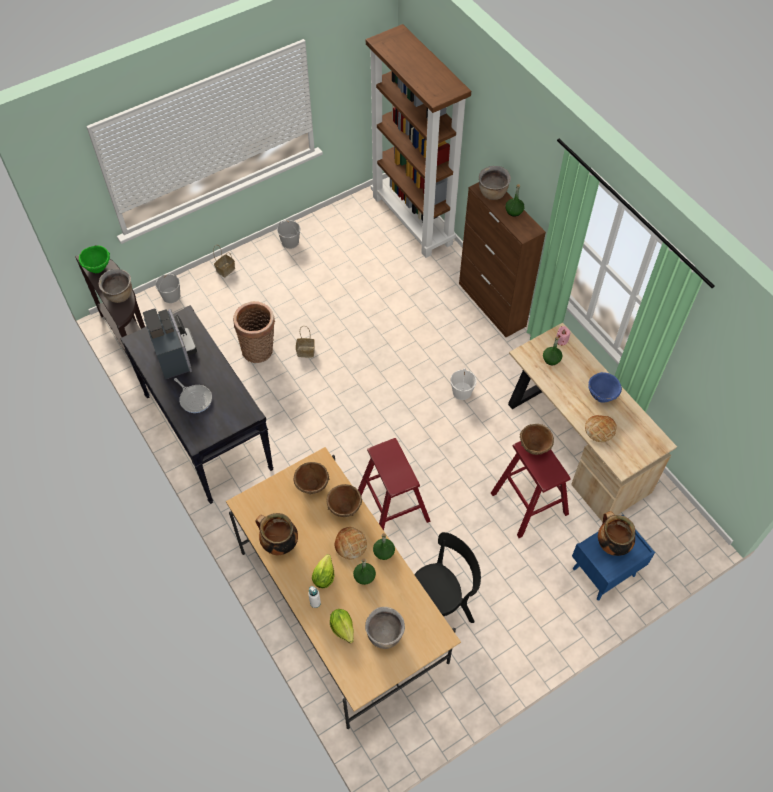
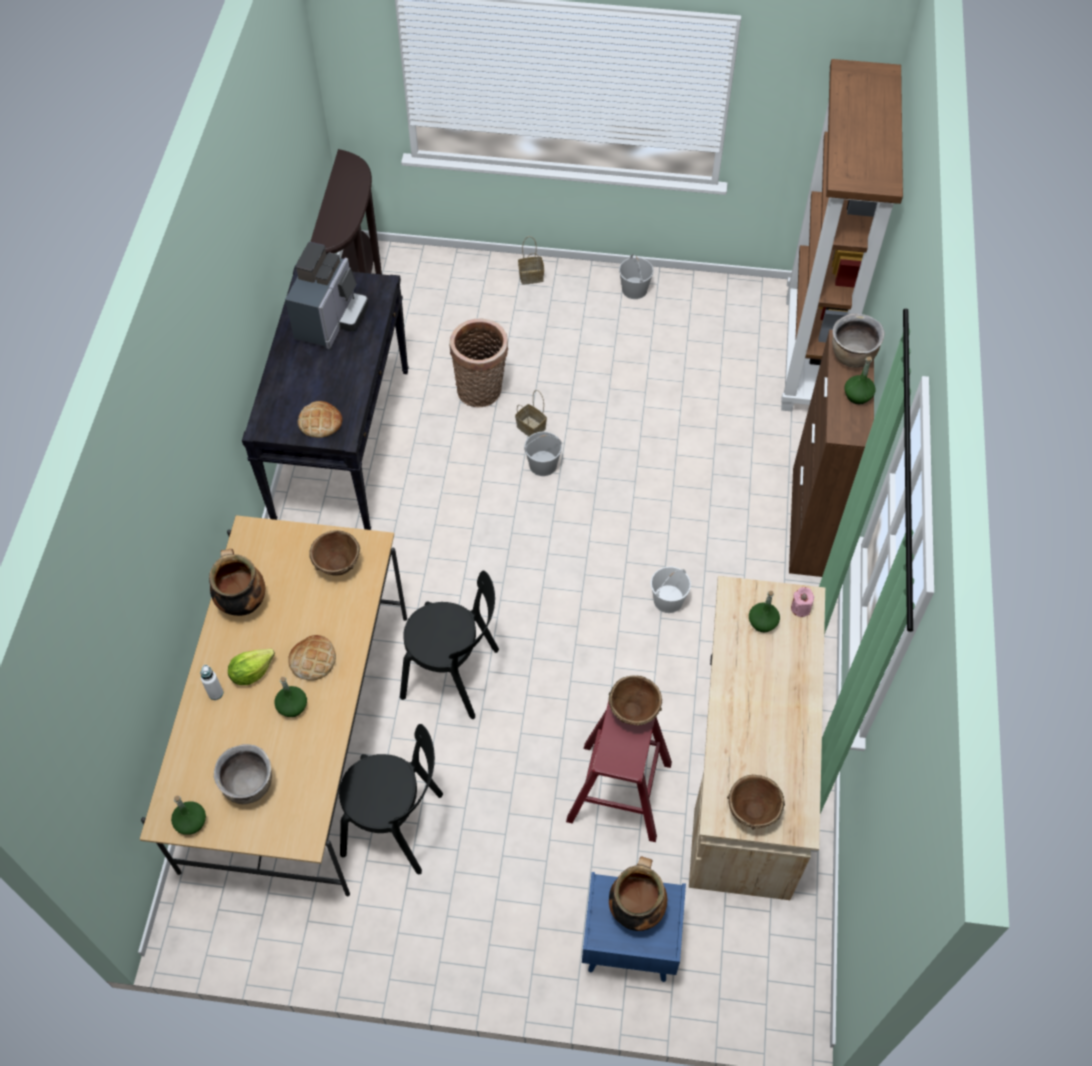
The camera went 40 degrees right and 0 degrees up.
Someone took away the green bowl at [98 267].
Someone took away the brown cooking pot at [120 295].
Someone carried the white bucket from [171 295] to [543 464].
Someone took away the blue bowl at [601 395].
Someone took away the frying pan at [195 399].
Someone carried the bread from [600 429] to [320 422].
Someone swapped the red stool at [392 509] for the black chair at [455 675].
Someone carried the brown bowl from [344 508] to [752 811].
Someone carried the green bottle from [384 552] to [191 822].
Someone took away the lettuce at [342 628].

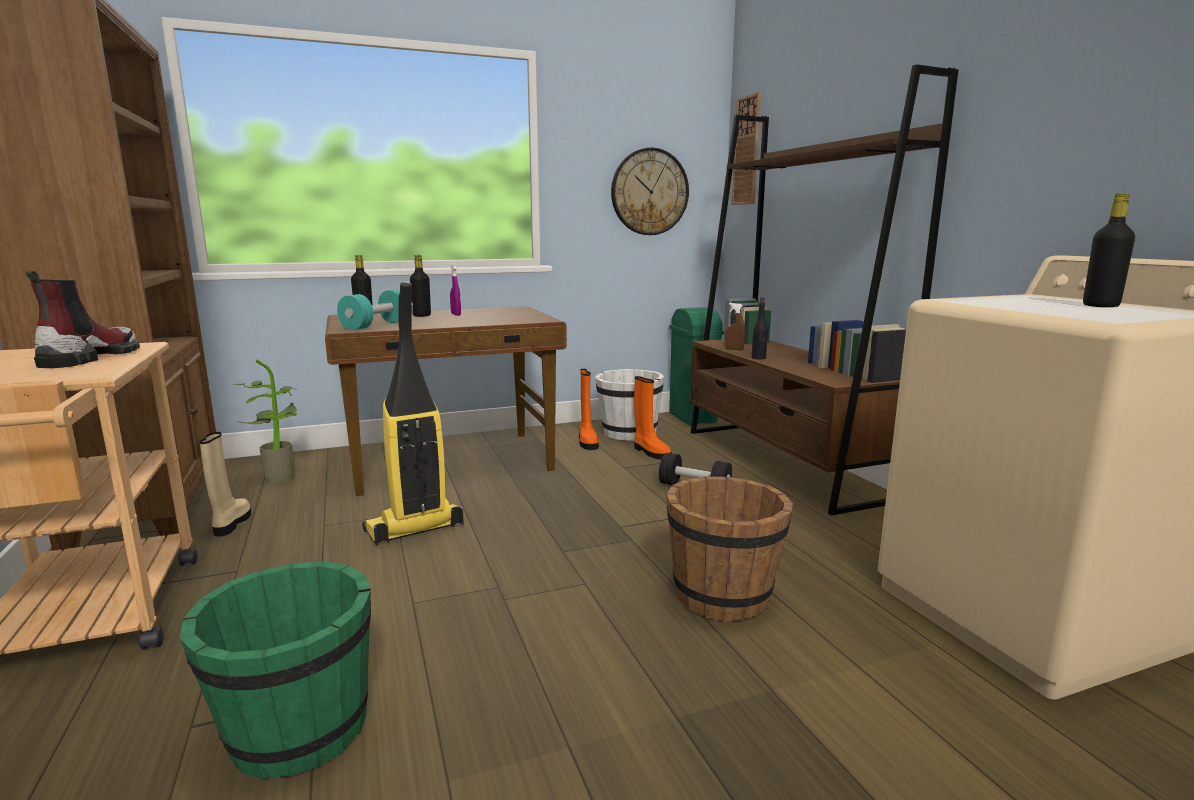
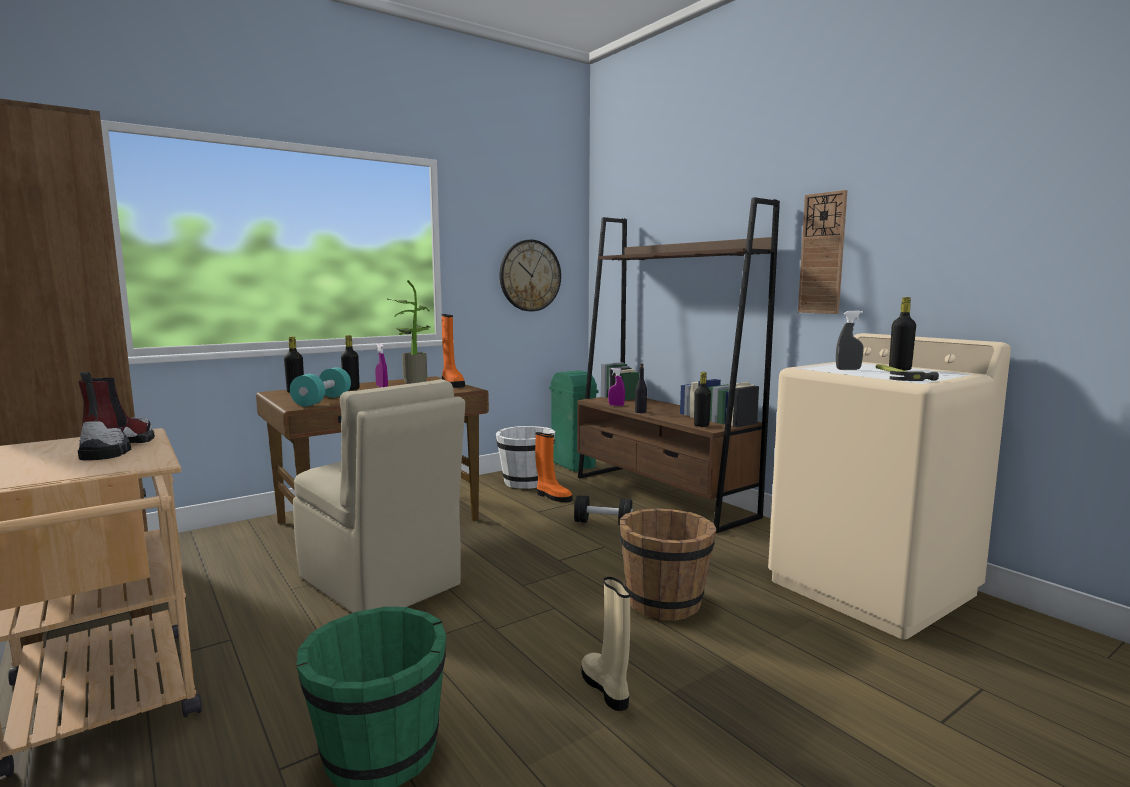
The camera went 15 degrees left and 5 degrees down.
Someone carried the wall clock from [747 151] to [822 253].
Someone swapped the vacuum cleaner at [414 529] for the beige chair at [381 583].
Someone repainted the brown spray bottle at [734 349], which became the purple spray bottle at [616 405].
Someone carried the potted plant from [280 477] to [413 381].
Someone carried the orange boot from [587 442] to [452 384].
Someone carried the beige boot from [231 523] to [606 688].
Someone put down the grey spray bottle at [848 369].
Someone put down the hammer at [897 375].
Someone put down the black bottle at [701 425].

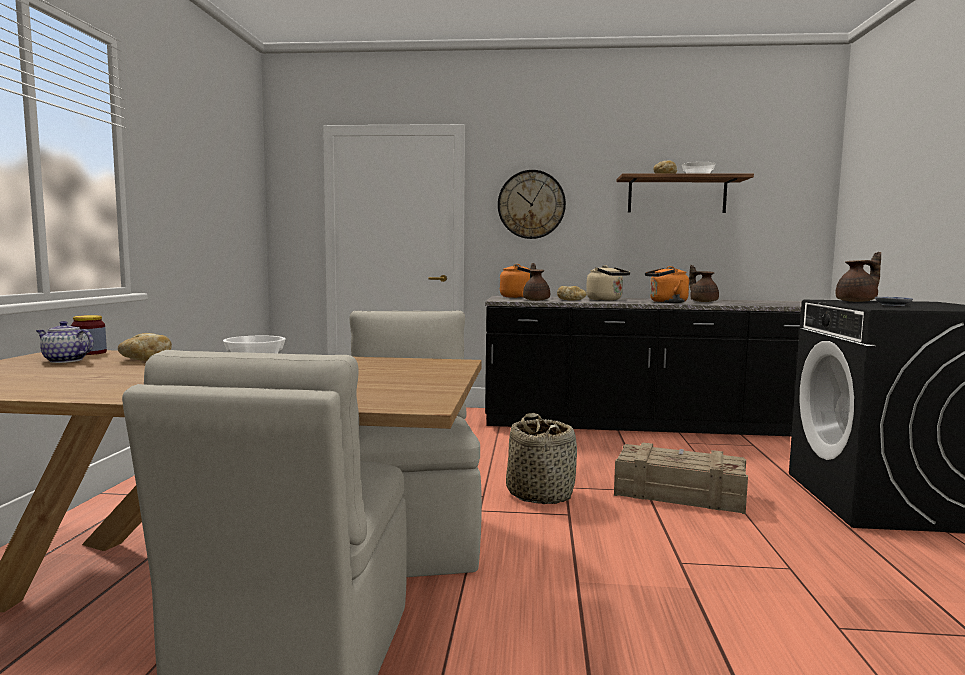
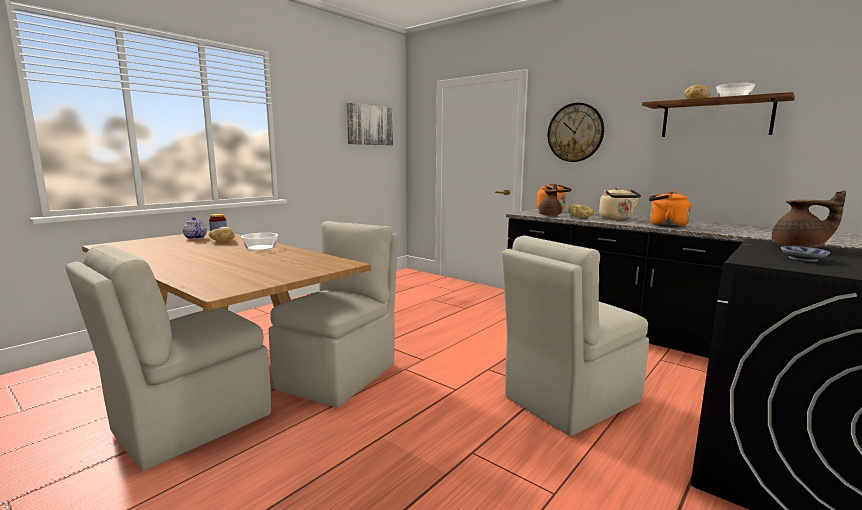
The camera went 35 degrees right and 5 degrees up.
Someone took away the brown teapot at [703 301].
Someone took away the basket at [540 494].
Someone swapped the crate at [678 493] for the beige chair at [569 400].
Someone put up the picture at [370 125].

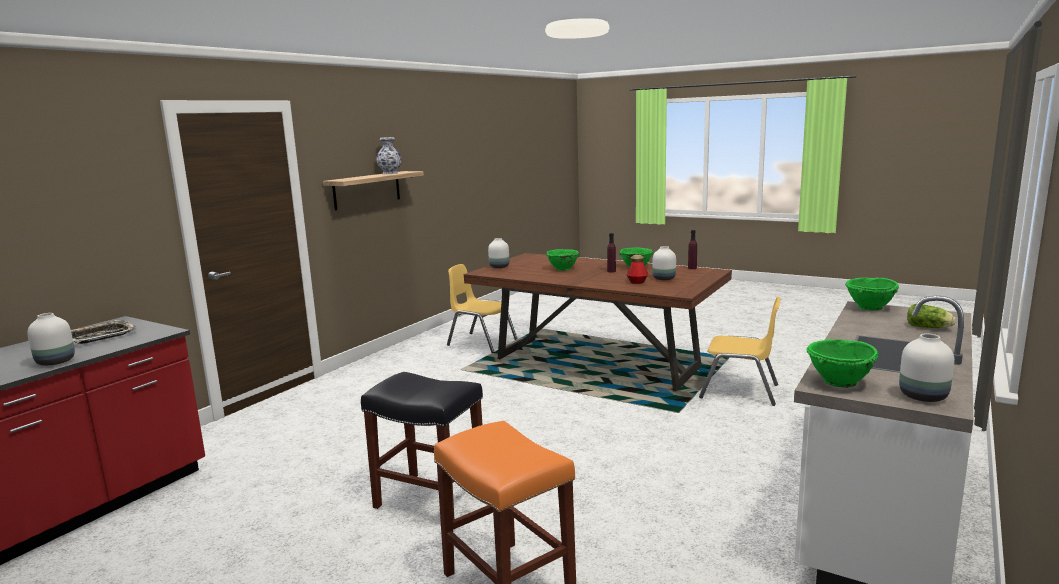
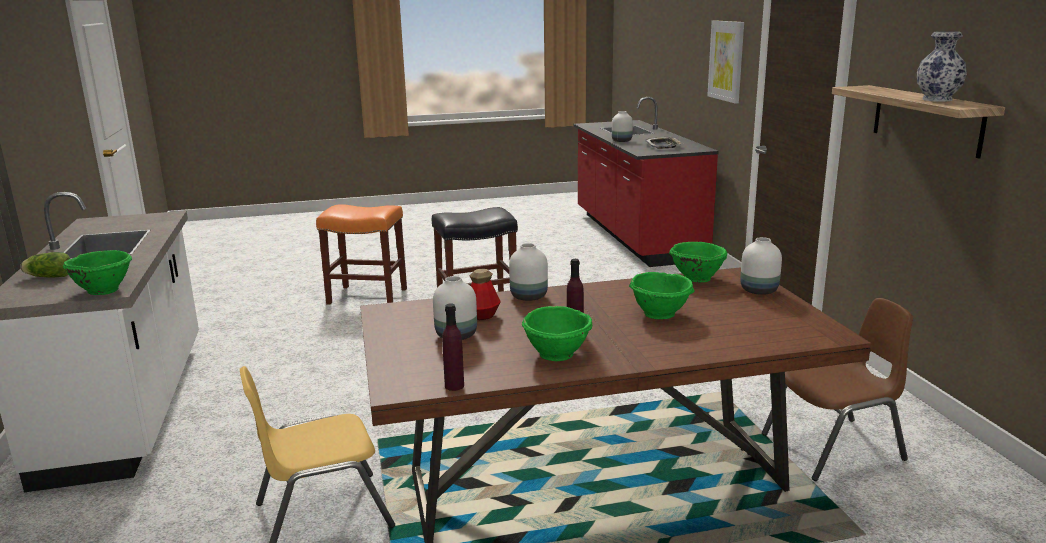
The camera went 135 degrees right and 5 degrees up.
Someone repainted the yellow chair at [481 342], which became the brown chair at [834 448].
Someone carried the white vase from [922 396] to [529 297].
Someone carried the green bowl from [839 382] to [696 278].
Someone put up the picture at [726 61].

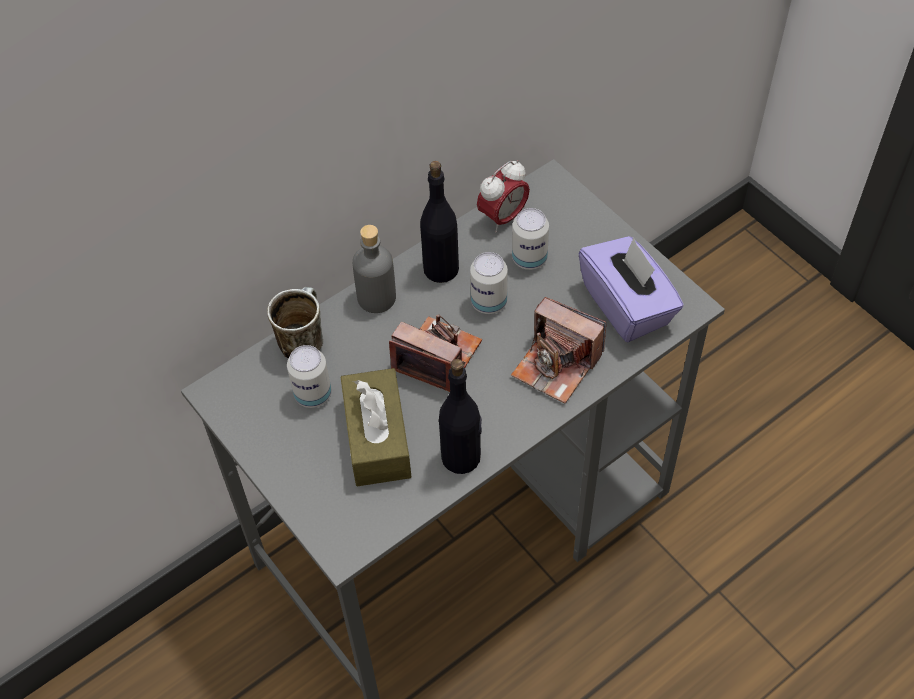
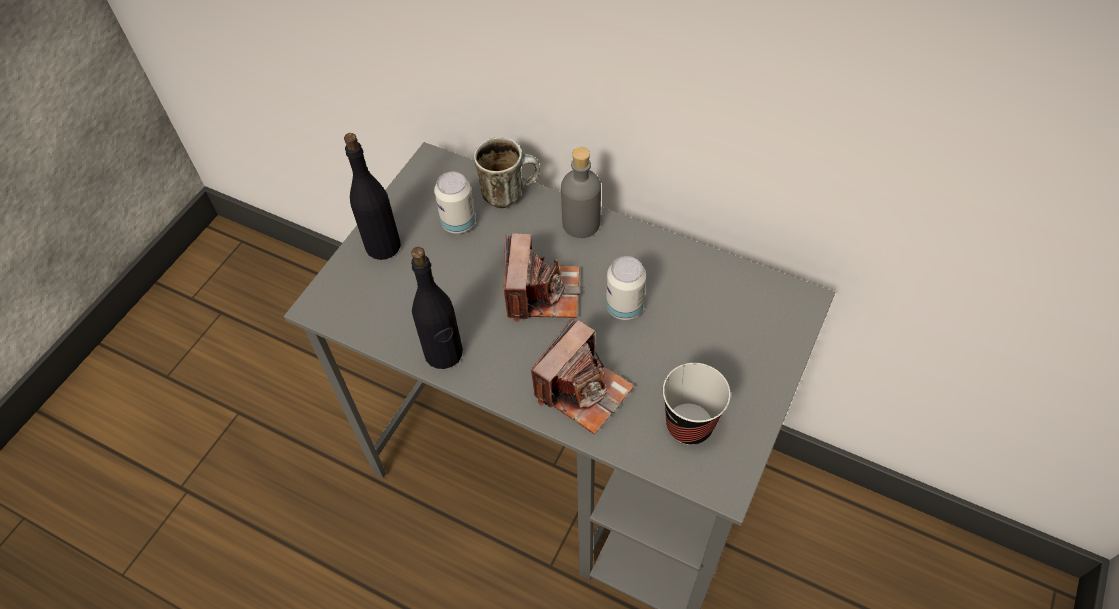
The camera went 65 degrees right and 0 degrees up.
Someone took away the alarm clock at [503 217].
Someone carried the black bottle from [440 268] to [383 245].
Someone took away the can at [529 259].
Someone swapped the purple tissue box at [627 306] for the cup at [689 425].
Someone rotated the photo camera at [557 365] by 150 degrees counterclockwise.
Someone took away the brown tissue box at [377 438].

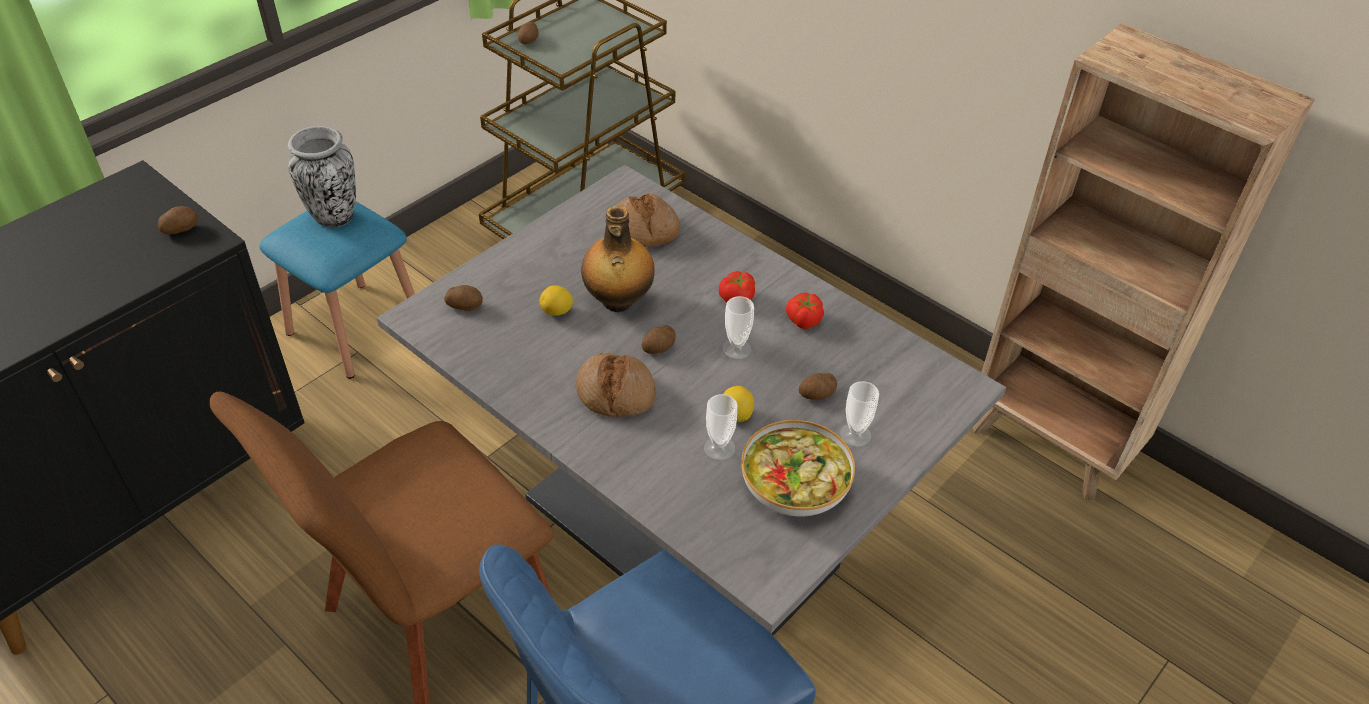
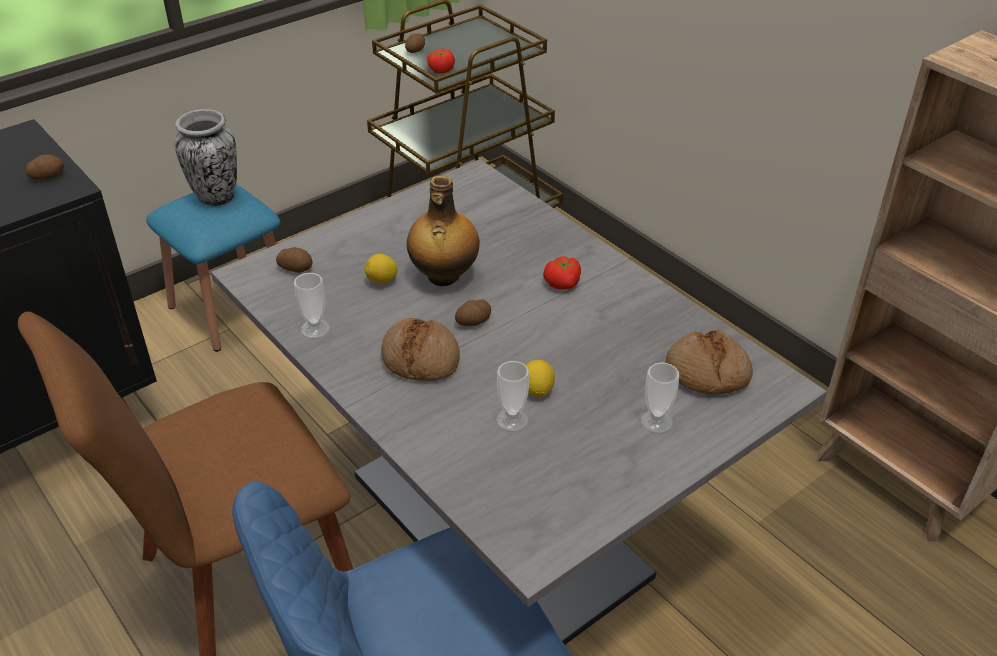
The camera went 10 degrees right and 5 degrees down.
Someone carried the bread from [643 231] to [707 373].
Someone carried the tomato from [803 320] to [440 70].
Someone carried the cup from [736 349] to [315 328].
Someone took away the potato at [817 395].
Someone took away the bowl at [794 484].

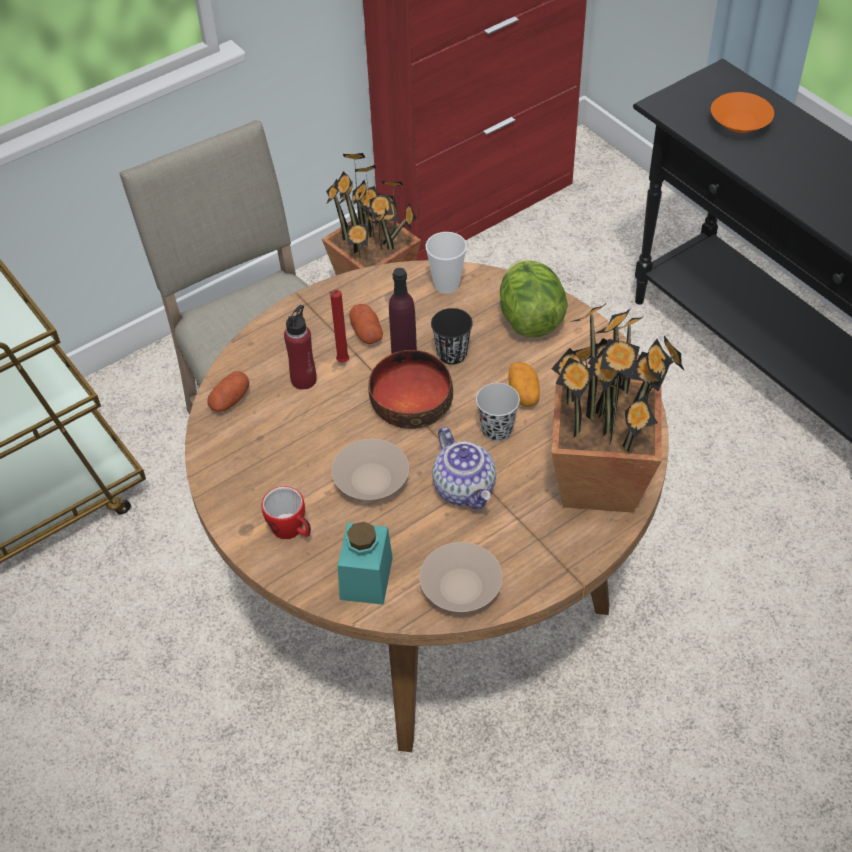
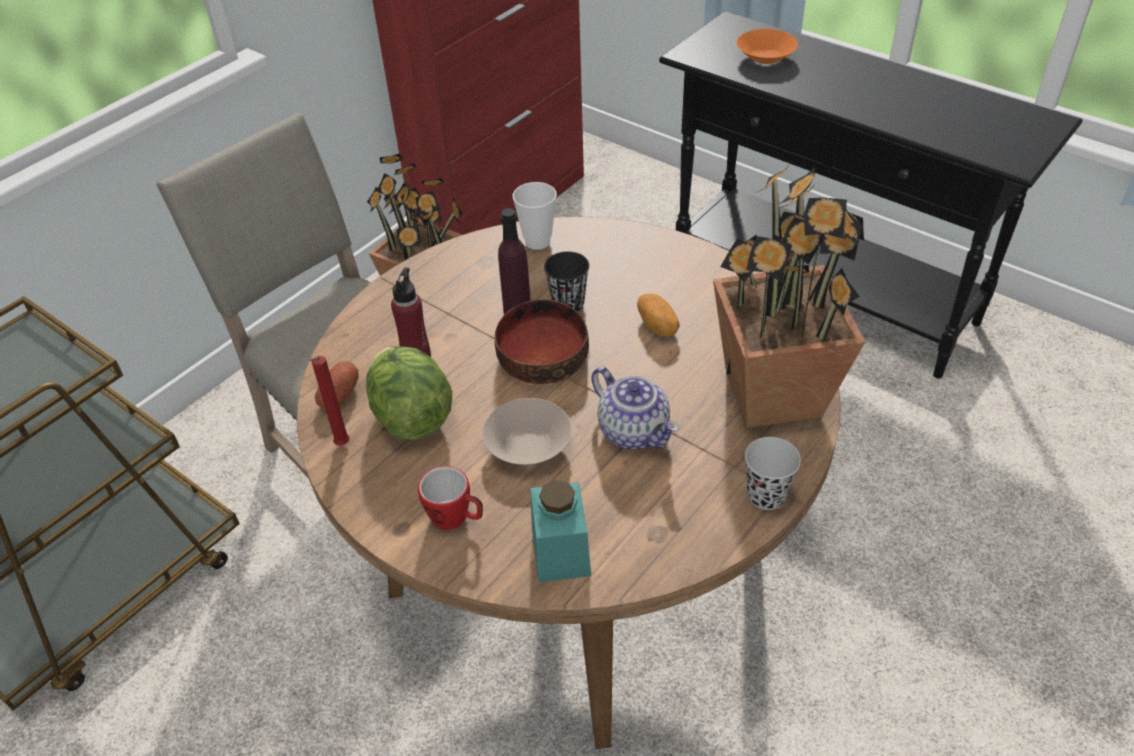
The camera went 15 degrees left and 5 degrees down.
Someone carried the lettuce from [530 319] to [412 416].
Someone carried the red candle from [341 363] to [341 446].
Someone took away the potato at [367 332].
Someone carried the black cup from [497 430] to [766 495].
Someone took away the beige bowl at [460 588].

